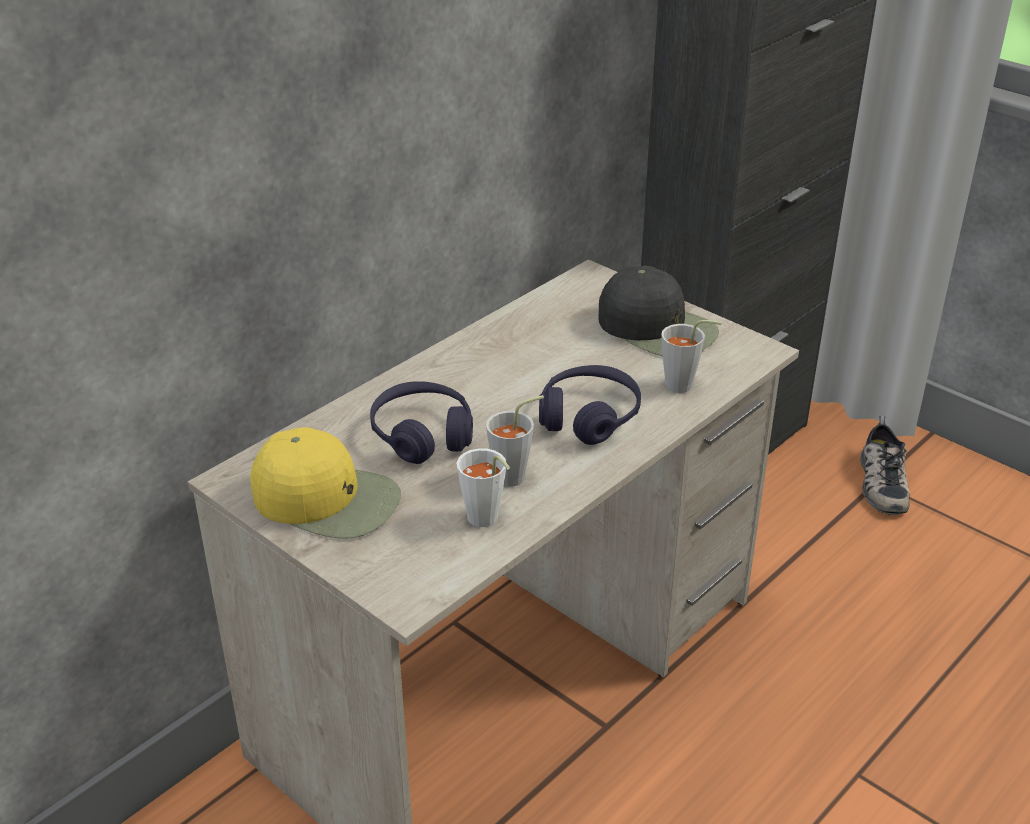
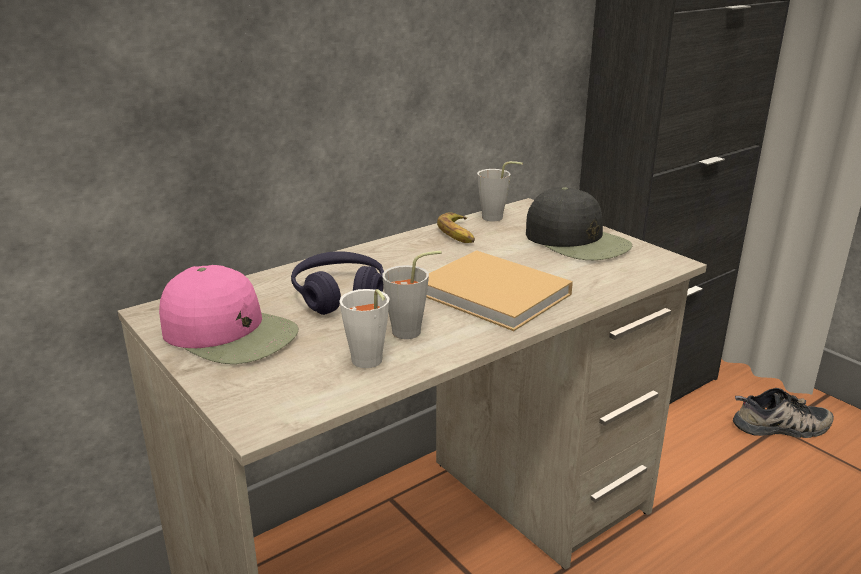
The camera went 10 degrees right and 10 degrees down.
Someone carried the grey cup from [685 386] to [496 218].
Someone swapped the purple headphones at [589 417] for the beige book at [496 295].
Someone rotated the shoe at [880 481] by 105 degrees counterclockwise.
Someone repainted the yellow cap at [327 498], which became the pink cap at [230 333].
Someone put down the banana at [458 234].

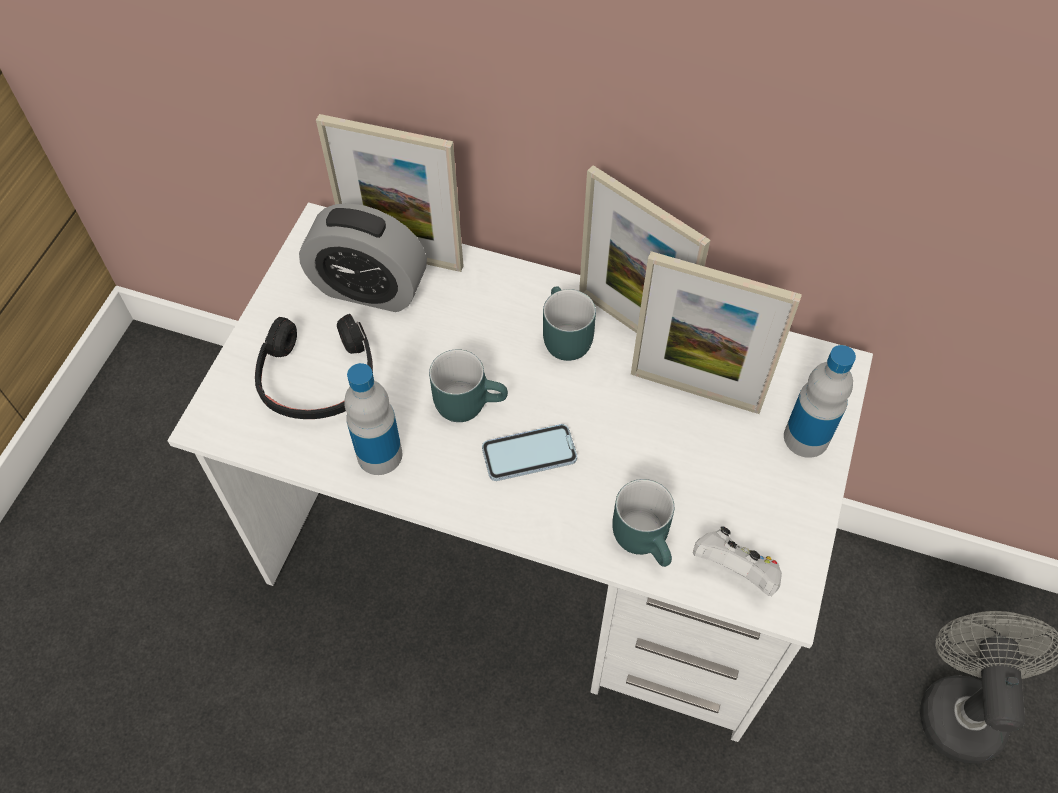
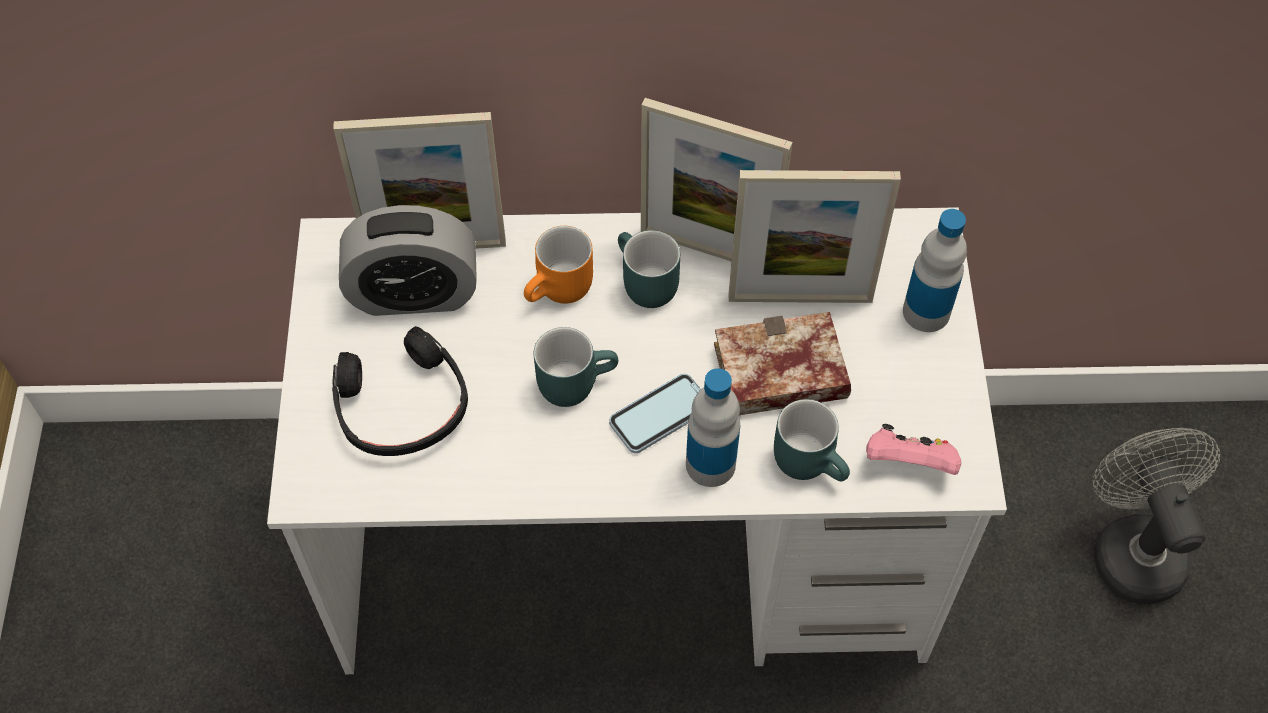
The camera went 20 degrees left and 0 degrees up.
Someone carried the bottle from [379 455] to [710 464].
Someone repainted the white game controller at [735 570], which became the pink game controller at [909 463].
Someone put down the orange mug at [561 292].
Someone put down the book at [775 376].

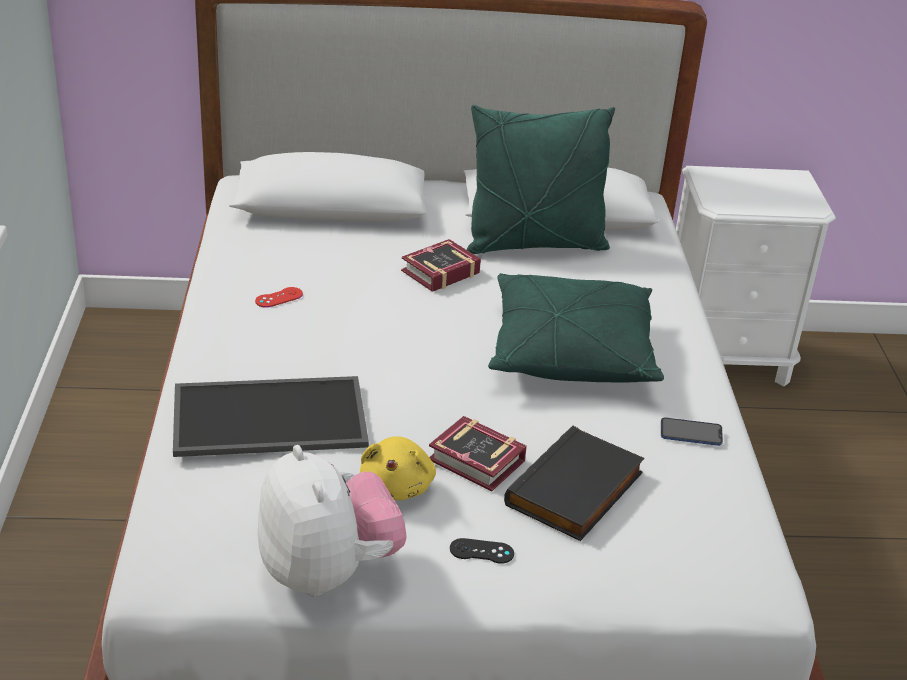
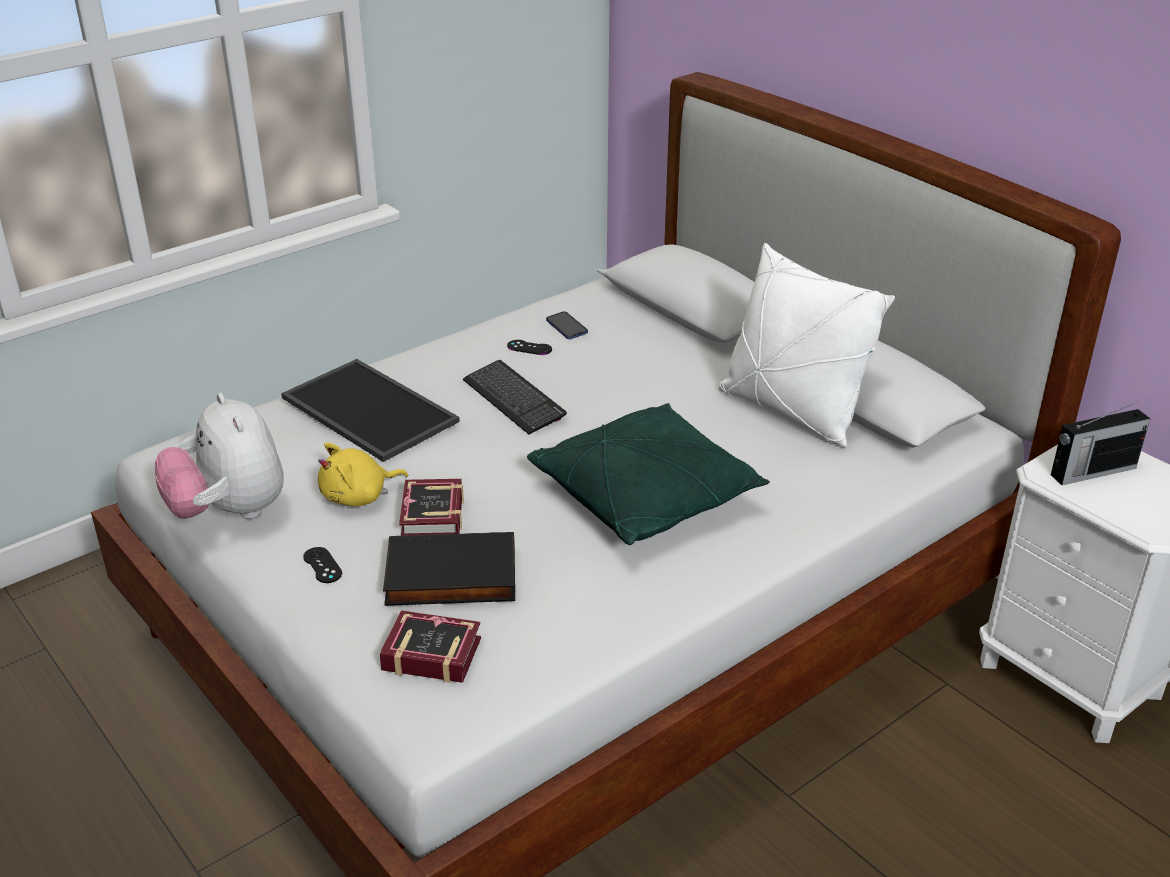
The camera went 55 degrees right and 0 degrees up.
Someone repainted the green pillow at [534 244], which became the white pillow at [791 411].
Someone carried the book from [437 272] to [428 652].
Someone repainted the red game controller at [279 297], which became the black game controller at [529 348].
Someone carried the phone from [691 433] to [566 327].
Someone rotated the plush toy at [328 572] by 120 degrees clockwise.
Someone put down the keyboard at [514 399].
Someone put down the radio at [1091 471].

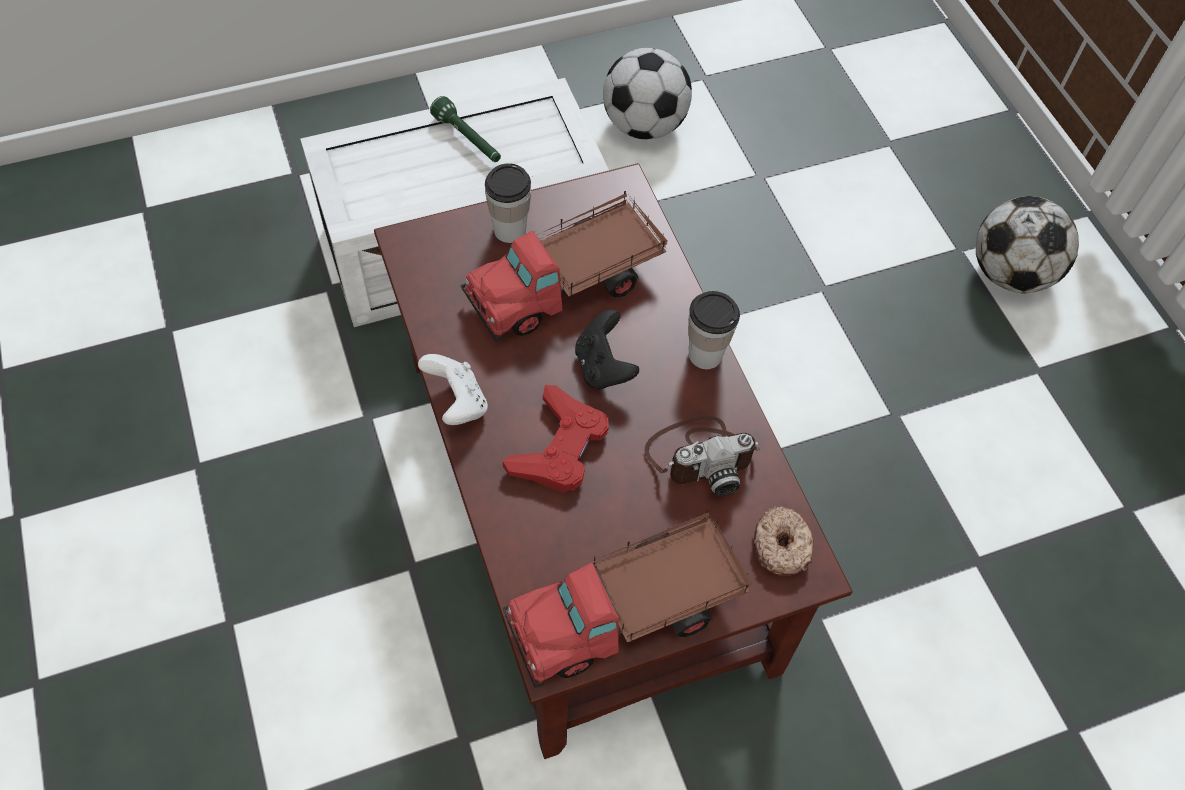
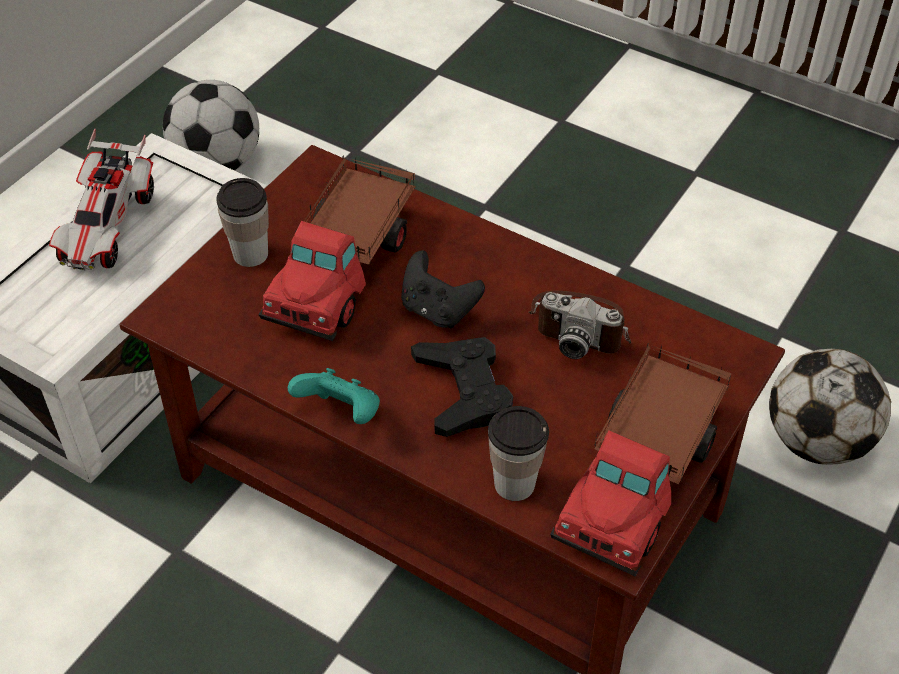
The camera went 35 degrees left and 10 degrees down.
Someone swapped the green flashlight at [468 140] for the toy car at [108 227].
Someone carried the football from [1009 274] to [816 441].
Someone carried the cup from [705 355] to [514 484].
Someone repainted the white game controller at [457 403], which became the turquoise game controller at [341 413].
Someone repainted the red game controller at [559 447], which became the black game controller at [463 391].
Someone rotated the photo camera at [700 455] by 75 degrees clockwise.
Someone took away the donut at [782 546].

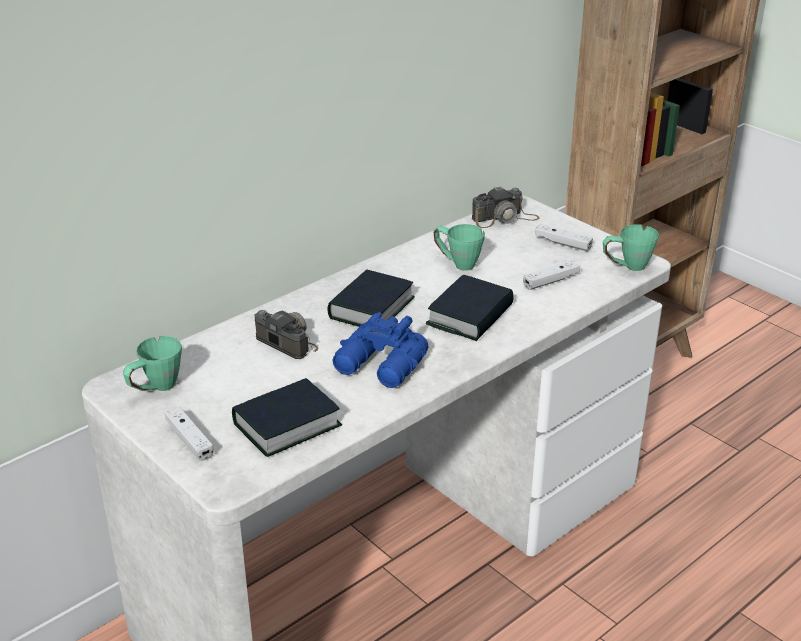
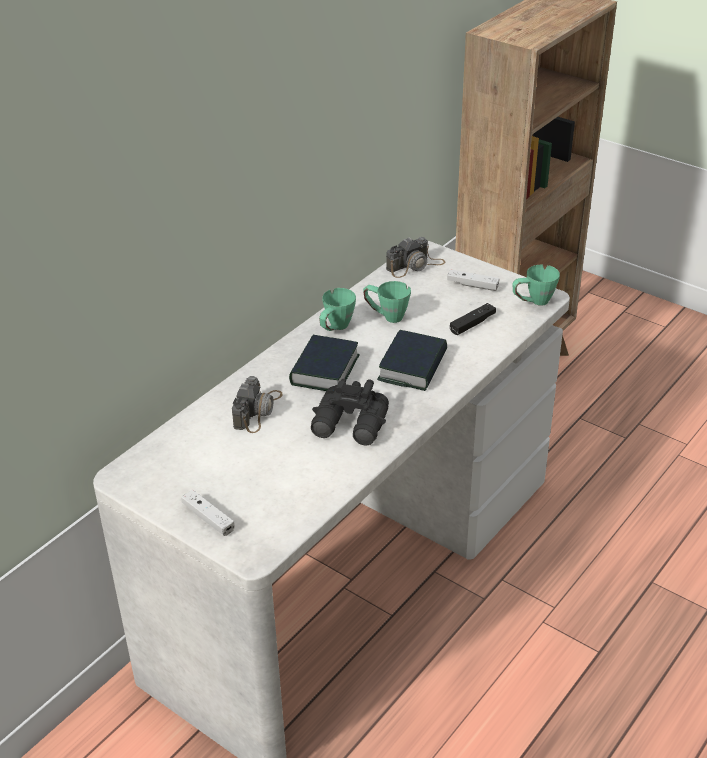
The camera went 10 degrees left and 5 degrees up.
Someone repainted the white game controller at [551 281], which became the black game controller at [472 324].
Someone rotated the photo camera at [284 339] by 75 degrees clockwise.
Someone repainted the blue binoculars at [381 366], which became the black binoculars at [351 426].
Someone carried the green mug from [155 389] to [335 329].
Someone took away the book at [286 425].

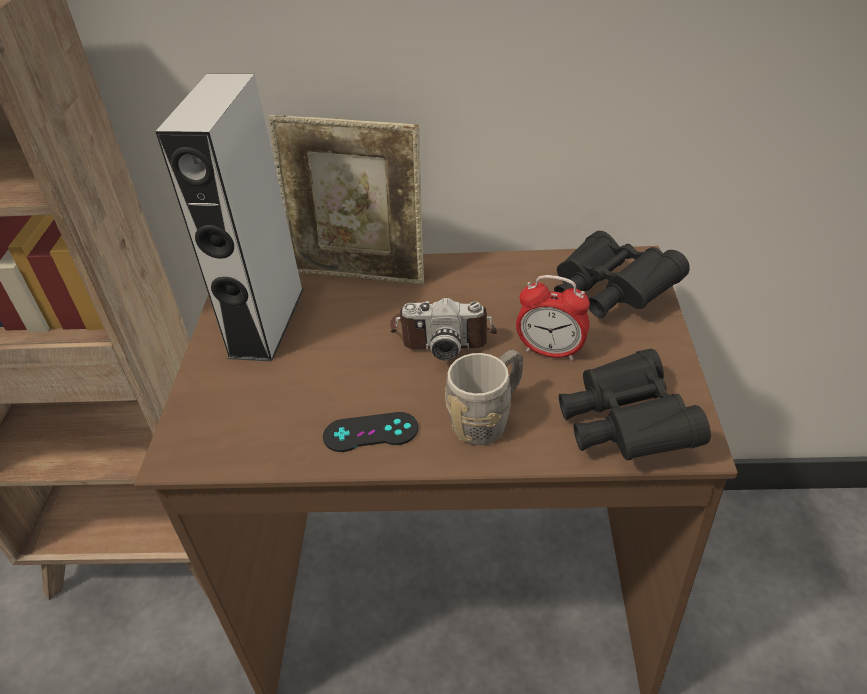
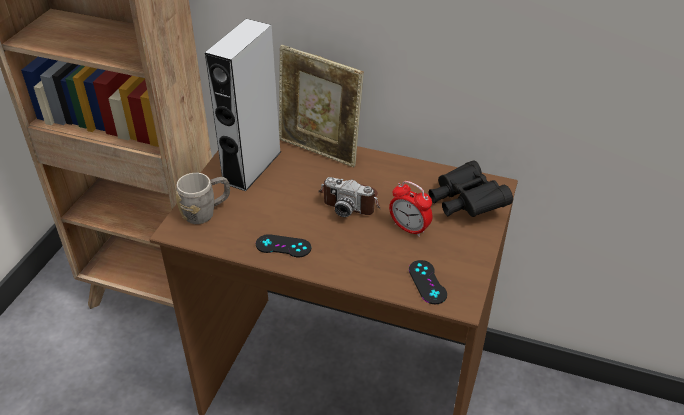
The camera went 15 degrees right and 0 degrees up.
Someone swapped the black binoculars at [624 426] for the black game controller at [427 282].
Someone carried the grey mug from [488 418] to [206 212].

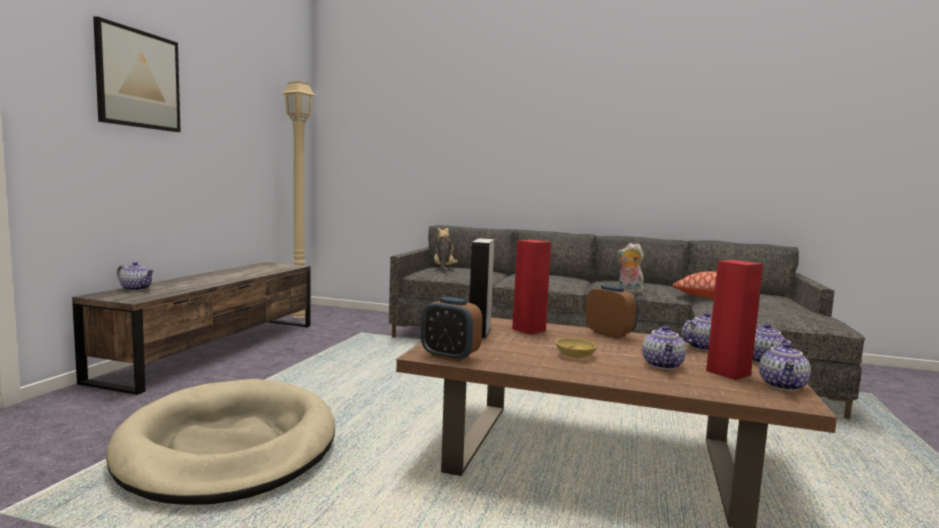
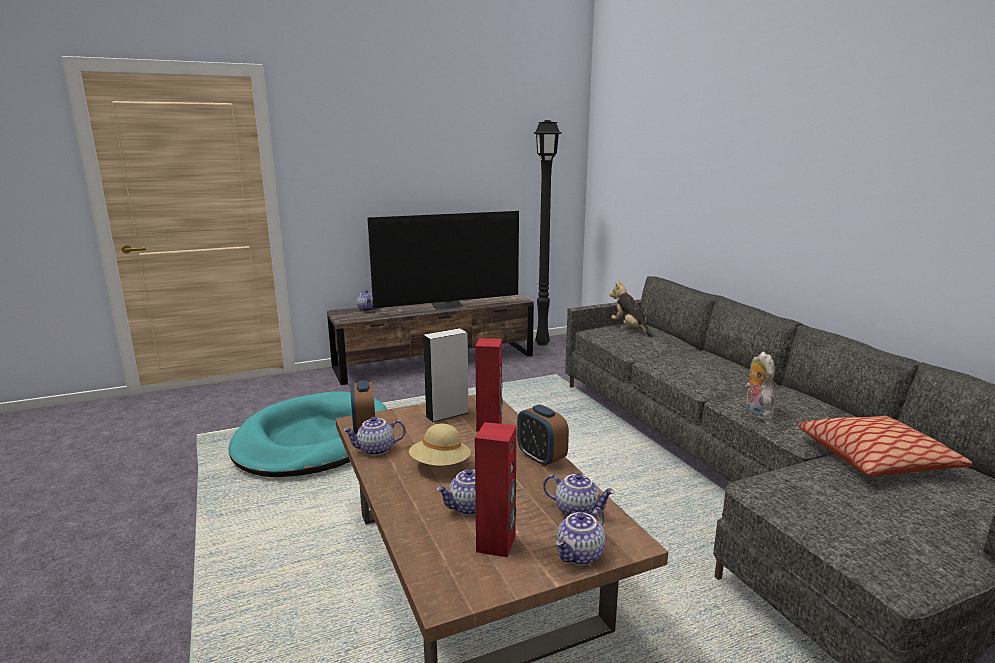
The camera went 50 degrees right and 10 degrees up.
Someone took away the picture at [138 79].
Someone repainted the beige floor lamp at [299 316], which became the black floor lamp at [543 343].
Someone rotated the plush toy at [444 269] by 75 degrees counterclockwise.
Someone rotated the alarm clock at [609 334] by 135 degrees clockwise.
Someone swapped the beige bowl at [575 355] for the beige hat at [440 465].
Someone carried the teapot from [783 386] to [375 450].
Someone repainted the beige dog bed at [229 447], which became the turquoise dog bed at [313 440].
Someone put down the television at [447 305].

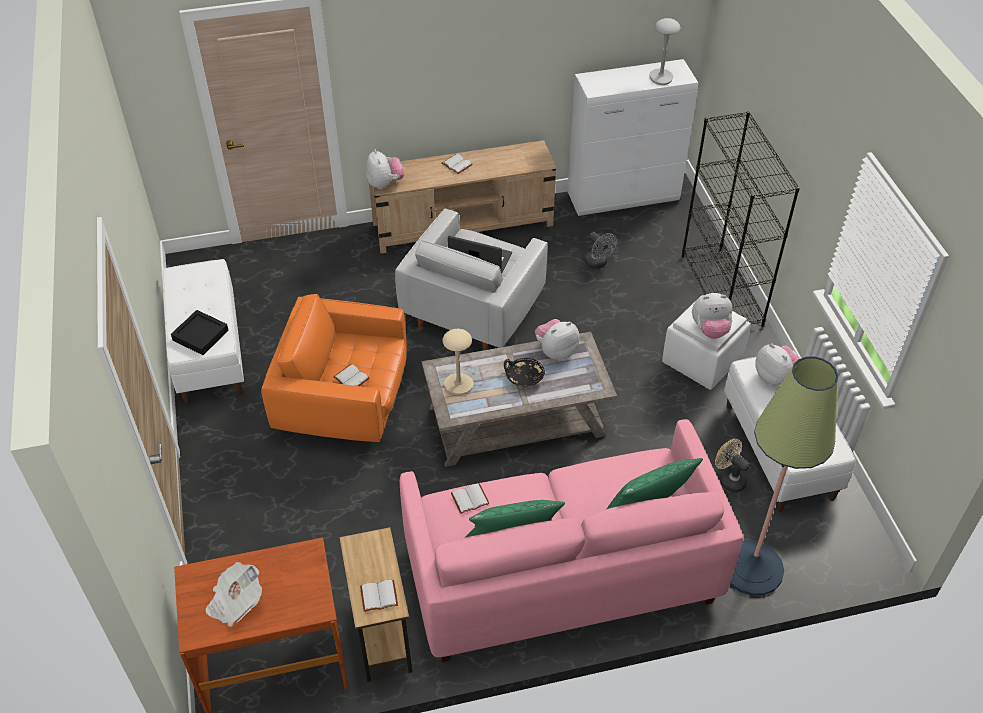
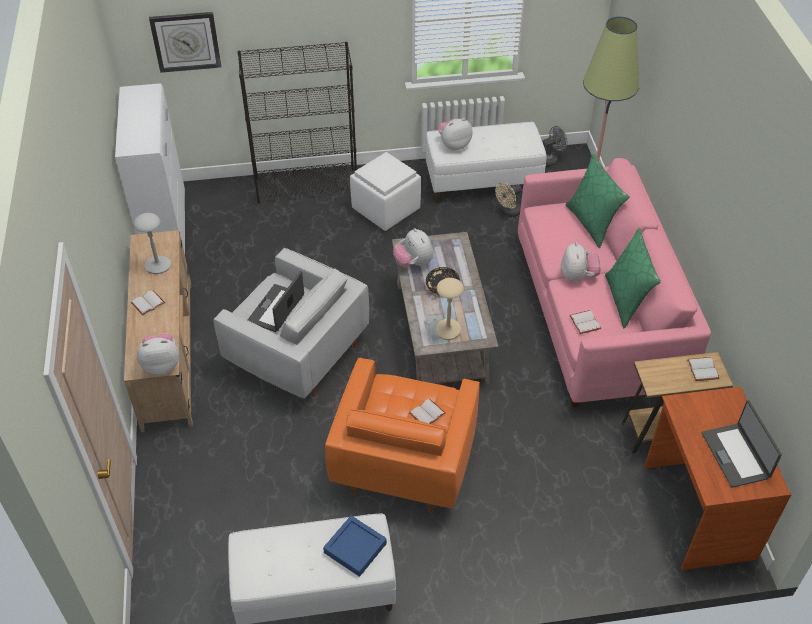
The camera went 85 degrees left and 0 degrees up.
Someone carried the grey table lamp from [660 78] to [158 266].
Someone carried the grey fan from [598 263] to [550 159].
Someone carried the plush toy from [710 329] to [577 276].
Someone repainted the black tray at [200 335], which became the blue tray at [355 548].
Someone swapped the newspaper at [235 602] for the laptop at [736 455].
Someone put up the wall clock at [186 41].

